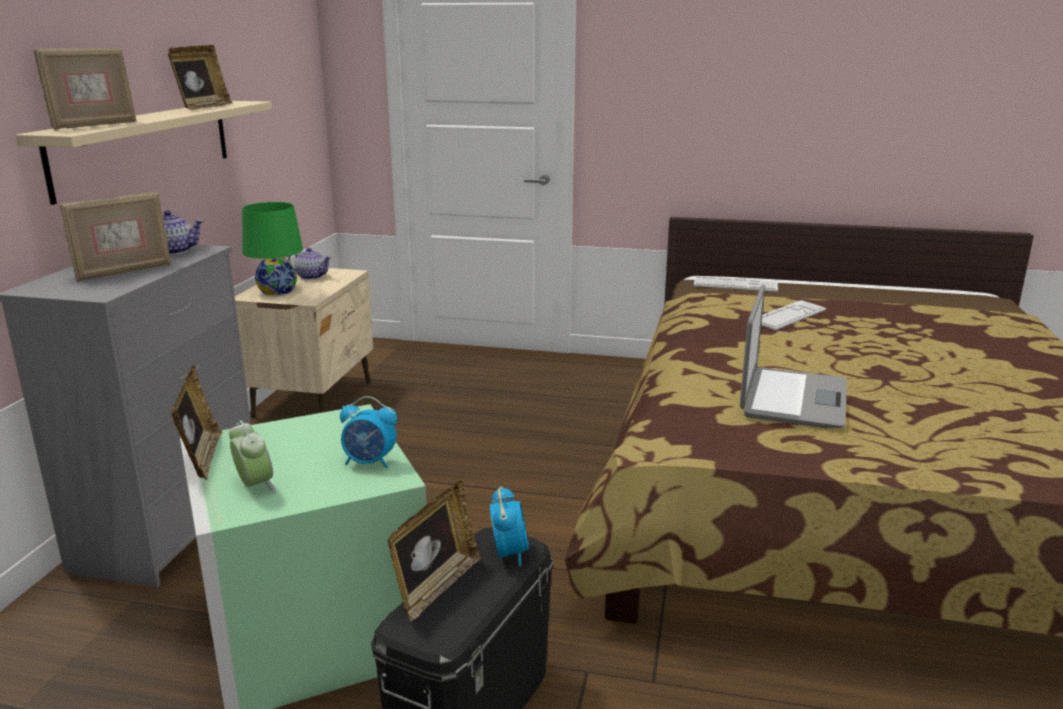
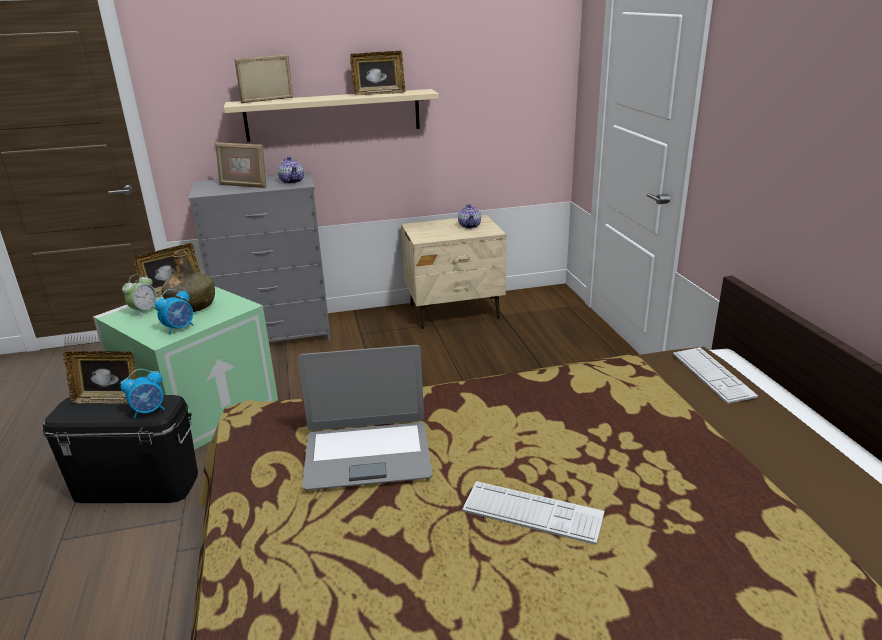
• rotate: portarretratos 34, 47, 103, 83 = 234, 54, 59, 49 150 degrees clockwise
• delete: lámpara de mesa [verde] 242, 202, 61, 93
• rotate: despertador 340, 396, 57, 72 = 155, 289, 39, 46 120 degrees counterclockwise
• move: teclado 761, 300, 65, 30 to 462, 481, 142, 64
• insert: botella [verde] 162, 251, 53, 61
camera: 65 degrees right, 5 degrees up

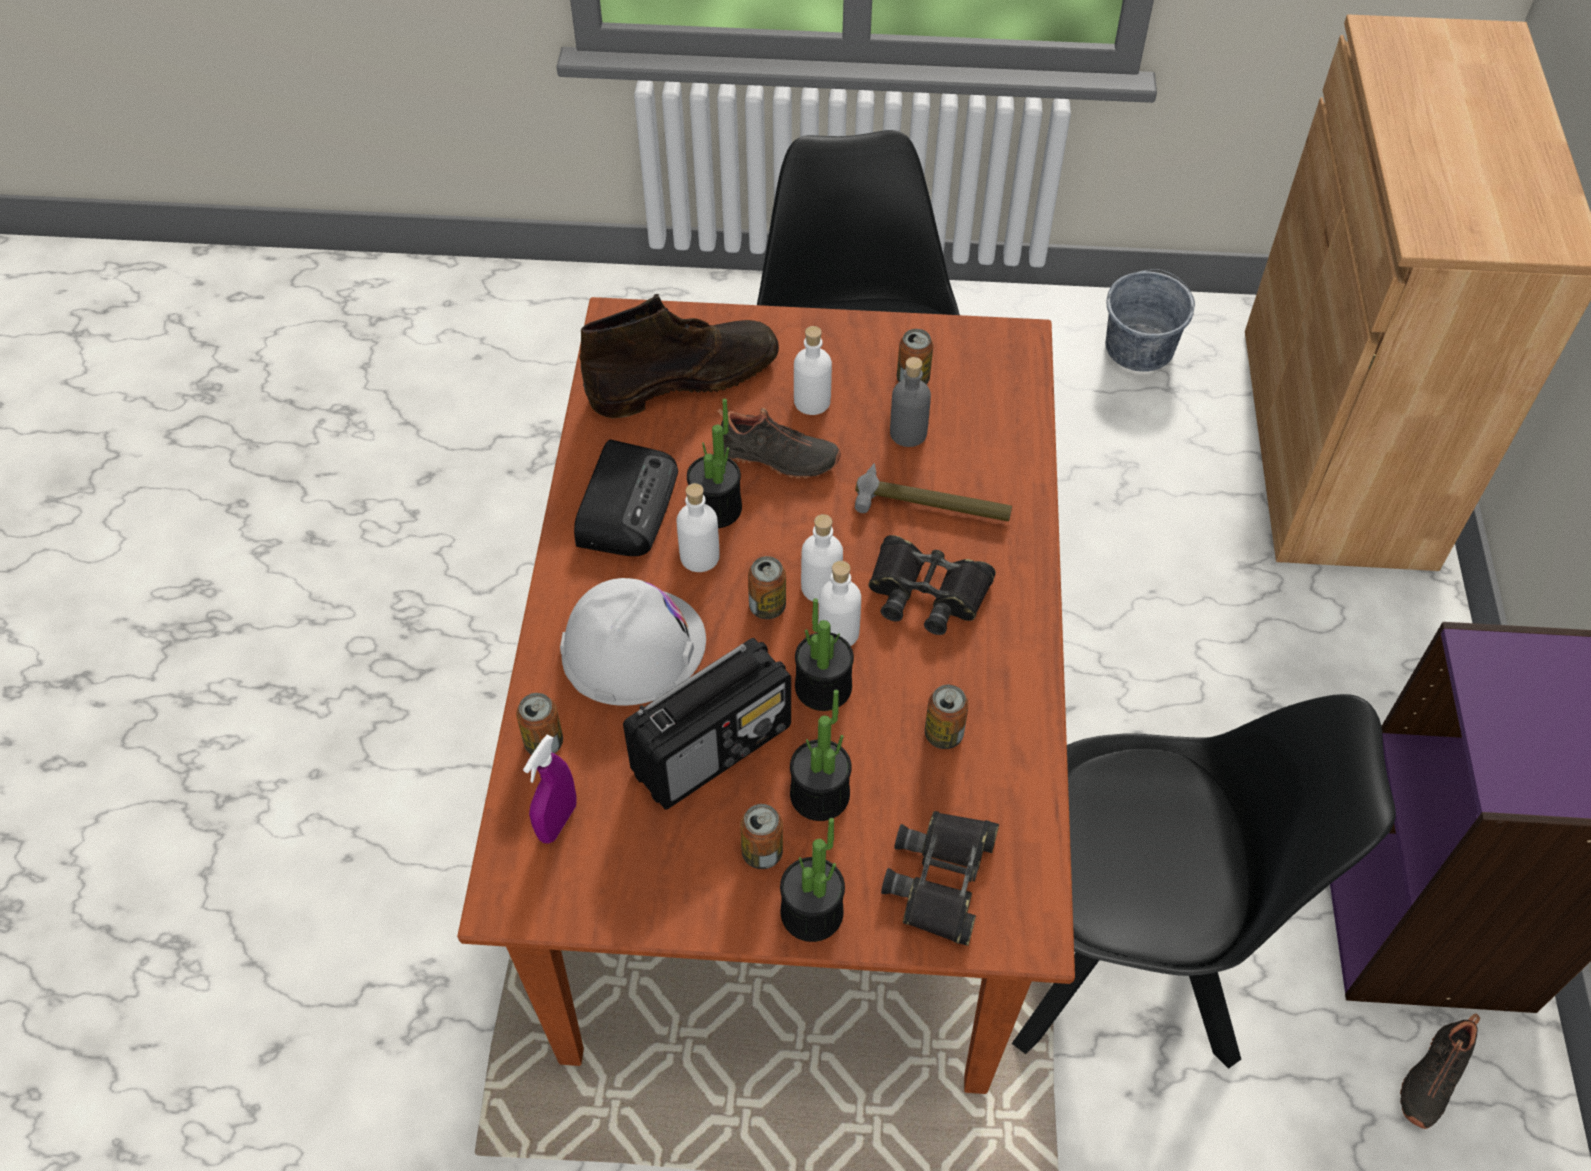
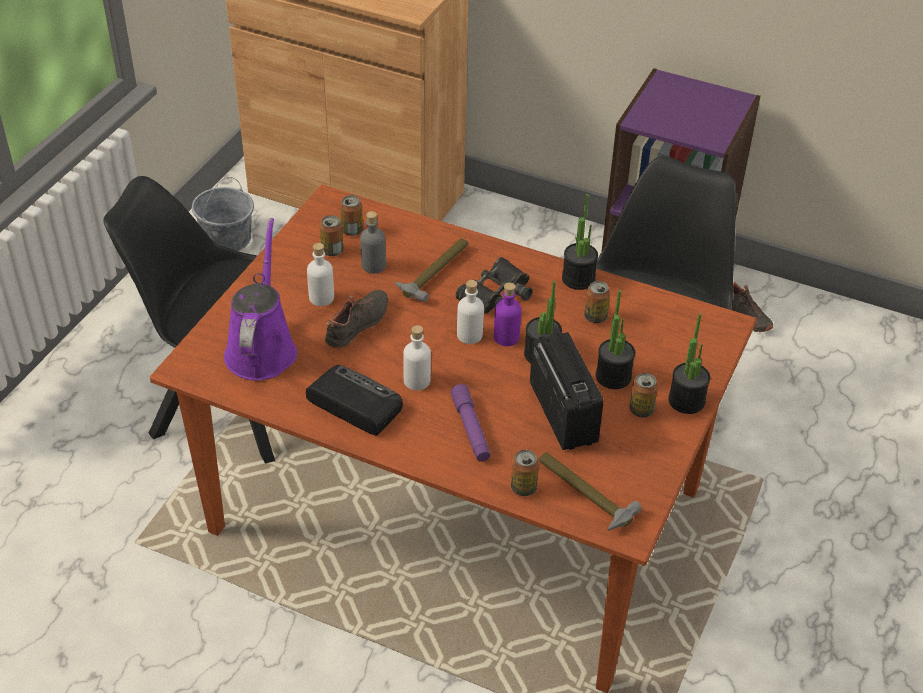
• replace: pulverizador [morado] 523, 735, 53, 108 to martillo 539, 452, 103, 79
• replace: casco [blanco] 560, 578, 146, 128 to linterna [morado] 450, 384, 41, 78
• replace: bota [marrón] 579, 294, 200, 124 to regadera [morado] 224, 218, 73, 163
• move: planta en maceta 687, 398, 55, 130 to 562, 194, 36, 96
• move: lata 748, 556, 38, 63 to 340, 195, 23, 41
• recolor: botella [blanco] 818, 561, 43, 85 to botella [morado] 494, 282, 28, 64
• delete: prismáticos [negro] 881, 811, 118, 135
camera: 70 degrees left, 10 degrees down

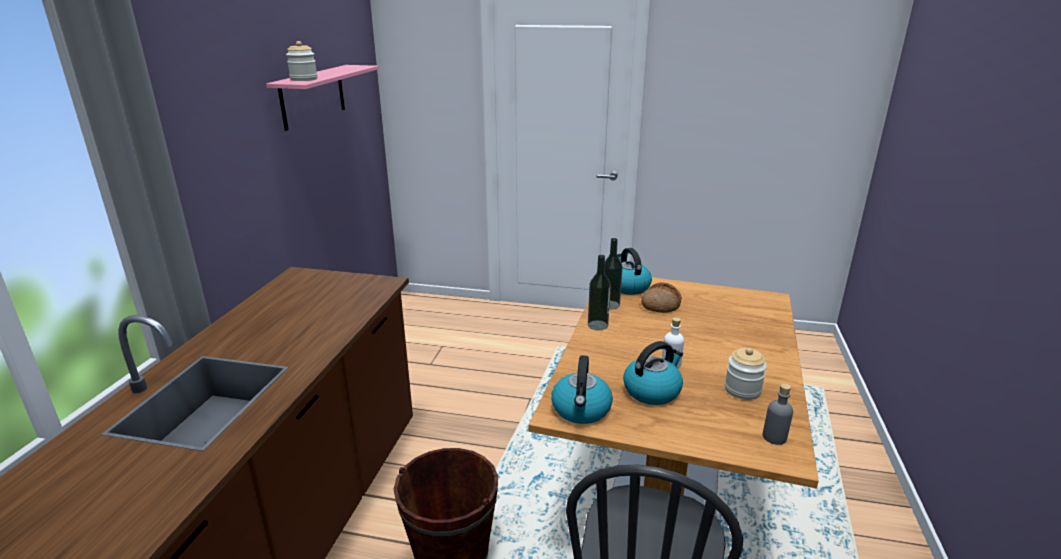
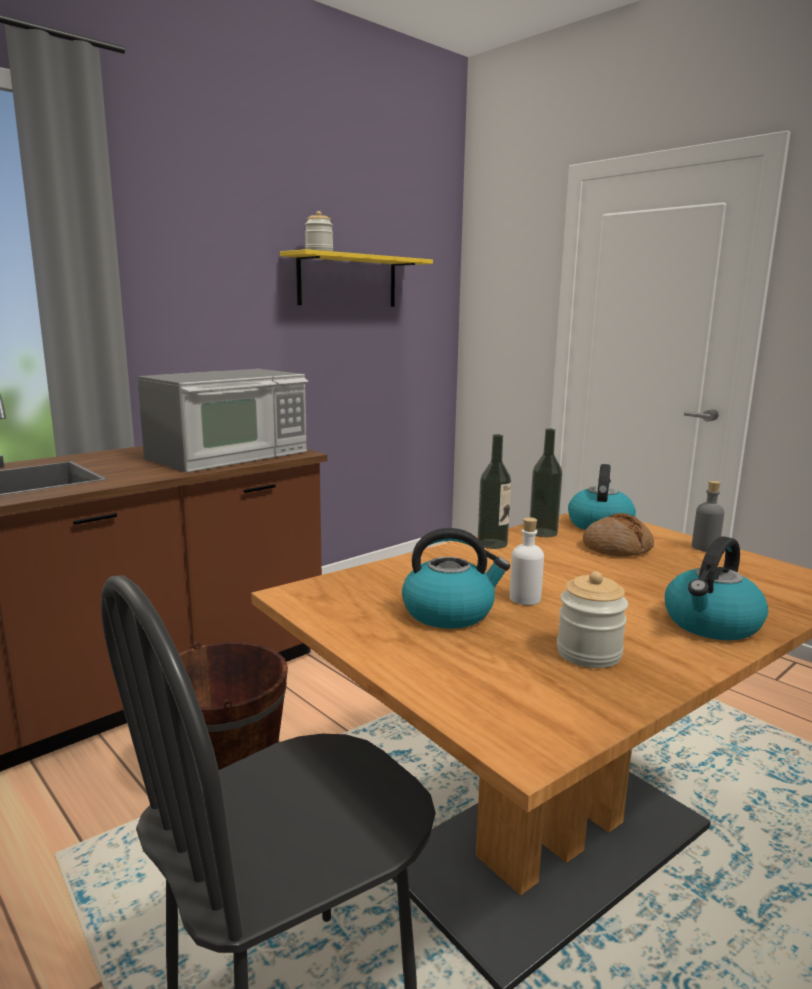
• recolor: estante [rosa] 266, 65, 113, 66 to estante [amarillo] 280, 249, 153, 58
• move: hervidor 551, 355, 62, 69 to 665, 536, 103, 104
• move: botella [gris] 763, 383, 30, 62 to 692, 481, 32, 71
• insert: microondas 137, 369, 171, 104
camera: 35 degrees right, 10 degrees down

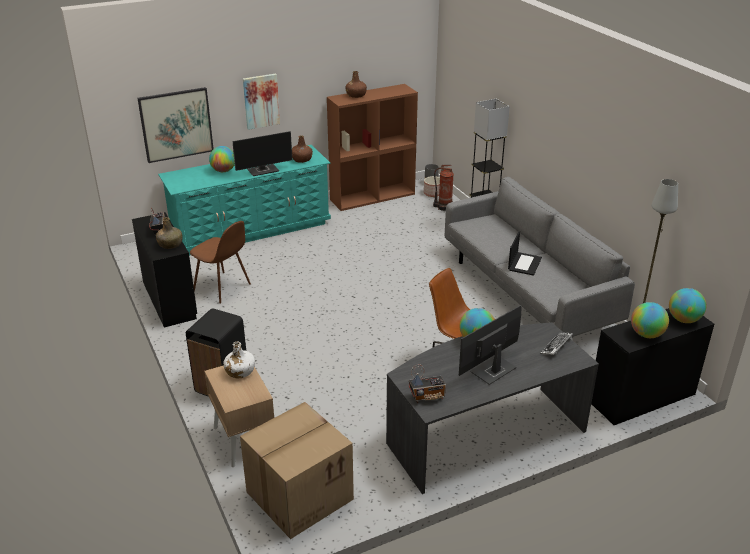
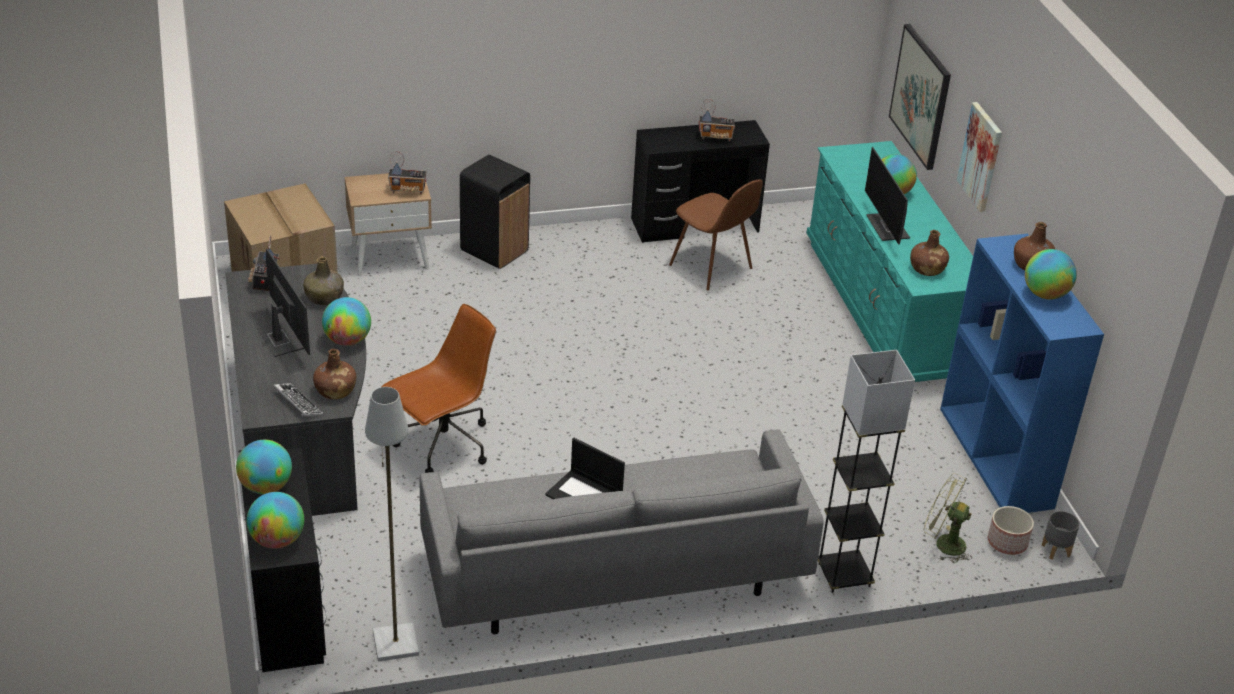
• move: botella [verde] 156, 217, 27, 32 to 303, 256, 41, 49
• rotate: silla [marrón] 190, 221, 61, 83 = 669, 179, 94, 112 90 degrees counterclockwise
• replace: botella [blanco] 223, 341, 32, 37 to radio 388, 151, 38, 44
• recolor: estantería [marrón] 327, 84, 91, 127 to estantería [azul] 940, 234, 164, 279
• replace: extintor 433, 165, 21, 46 to ventilador [verde] 924, 473, 48, 90
• insert: botella [marrón] 313, 349, 43, 51
• insert: globo terráqueo 1025, 249, 52, 51
camera: 100 degrees right, 5 degrees up

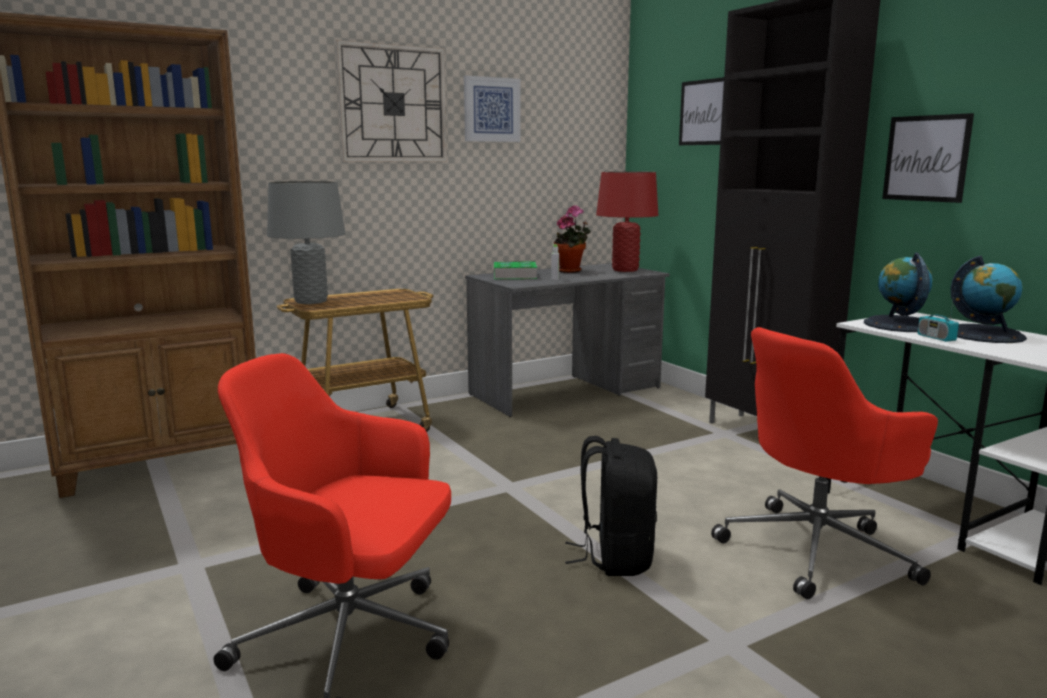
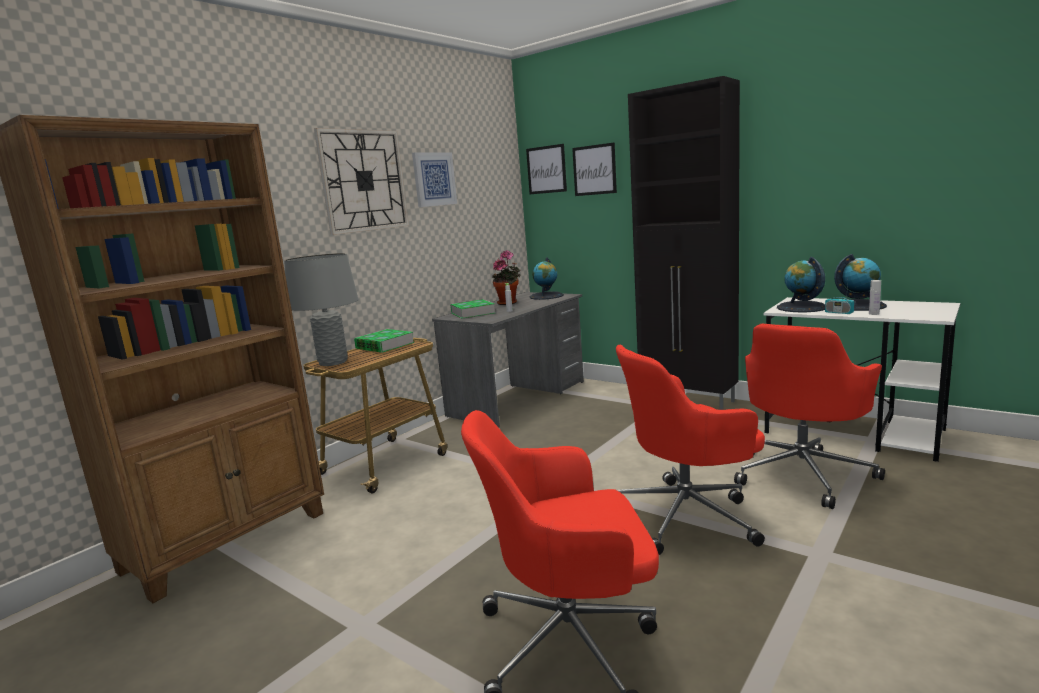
• replace: mochila [negro] 565, 436, 92, 140 to silla de oficina [rojo] 616, 345, 149, 210
• replace: lámpara de mesa [rojo] 596, 171, 62, 101 to globo terráqueo 529, 258, 35, 42
• move: cuadro 882, 113, 92, 90 to 526, 144, 41, 50
• insert: libro 354, 329, 60, 24
• insert: botella [blanco] 869, 280, 12, 35
camera: 20 degrees left, 0 degrees up

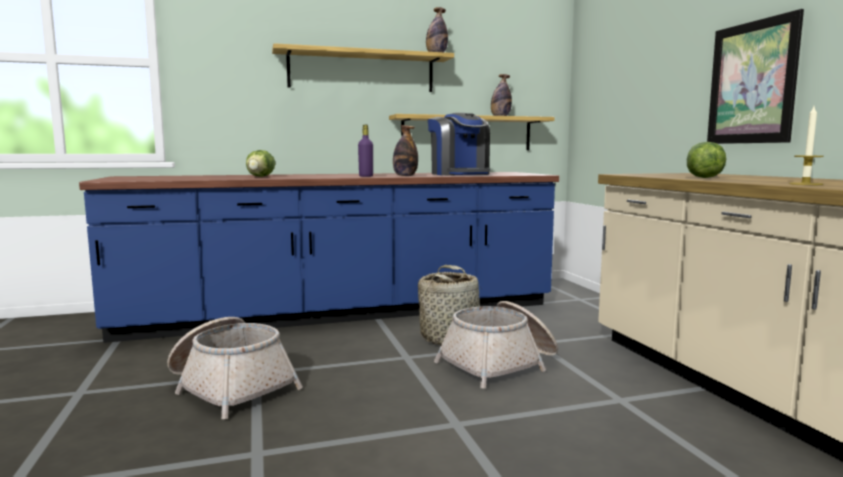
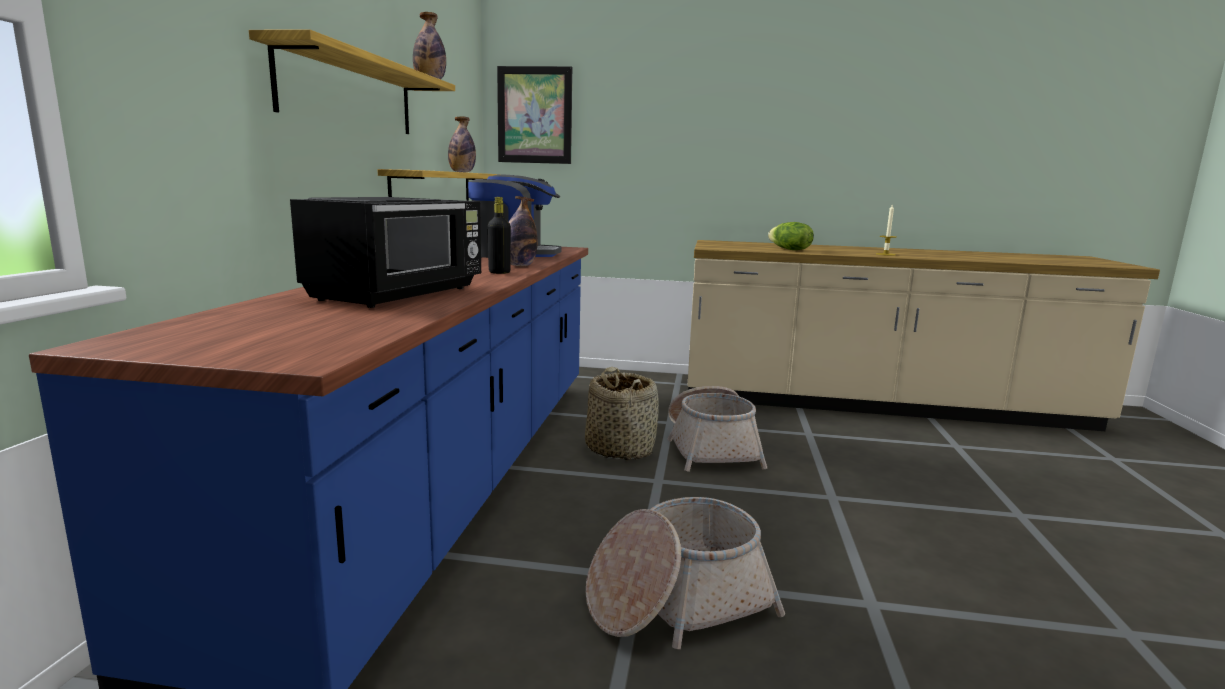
• replace: lechuga 246, 150, 29, 27 to microondas [negro] 290, 197, 191, 111
• recolor: botella [morado] 358, 125, 15, 52 to botella [negro] 487, 197, 24, 77
• move: cuadro 707, 9, 97, 135 to 497, 66, 75, 98
camera: 65 degrees left, 5 degrees up

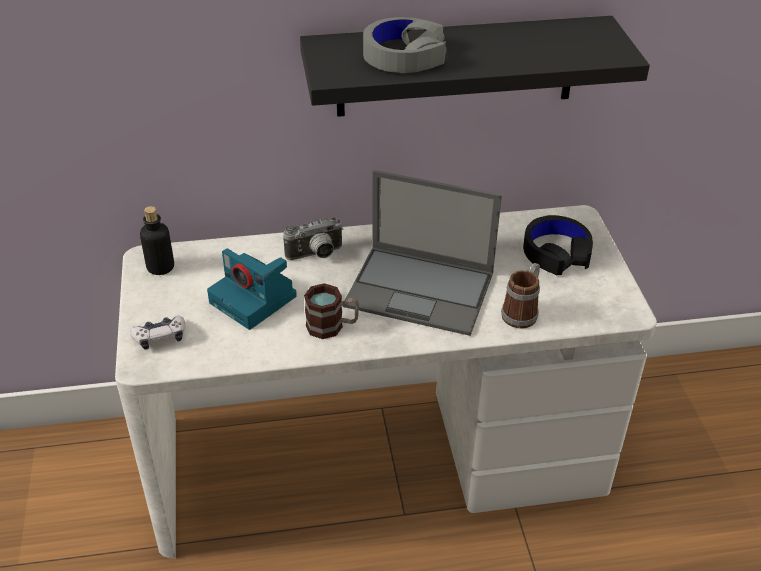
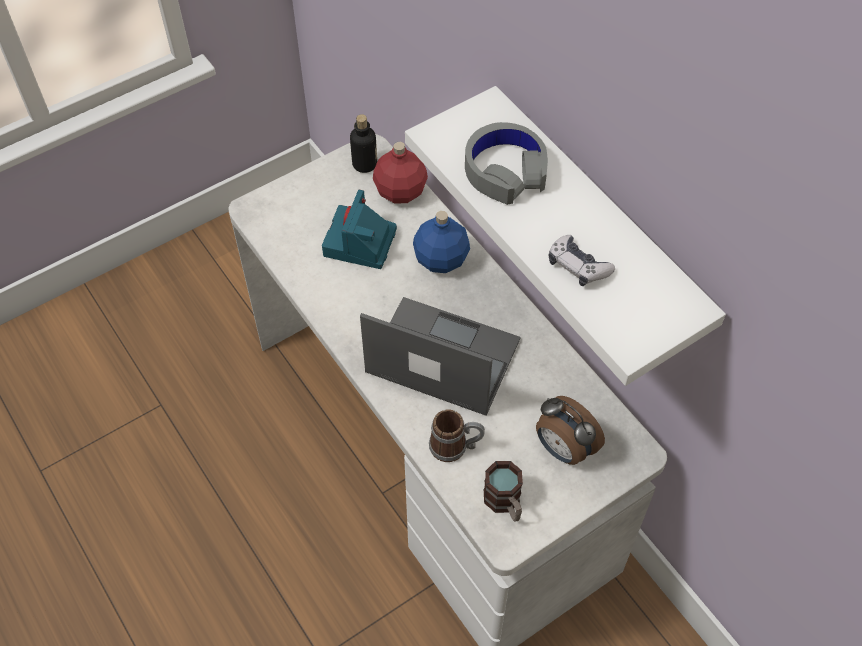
• move: mando de consola 130, 315, 56, 35 to 549, 235, 66, 51
• replace: cámara 283, 217, 60, 43 to botella [azul] 413, 211, 57, 62
• recolor: estante [negro] 300, 16, 350, 101 to estante [blanco] 405, 86, 321, 300
• move: taza grande 304, 283, 55, 56 to 484, 461, 39, 60
• rotate: portátil 343, 170, 159, 166 = 360, 297, 161, 119 120 degrees clockwise
• replace: auriculares [negro] 523, 215, 70, 60 to despertador 536, 396, 69, 69
• insert: botella [rojo] 373, 142, 55, 62
camera: 65 degrees right, 15 degrees up

